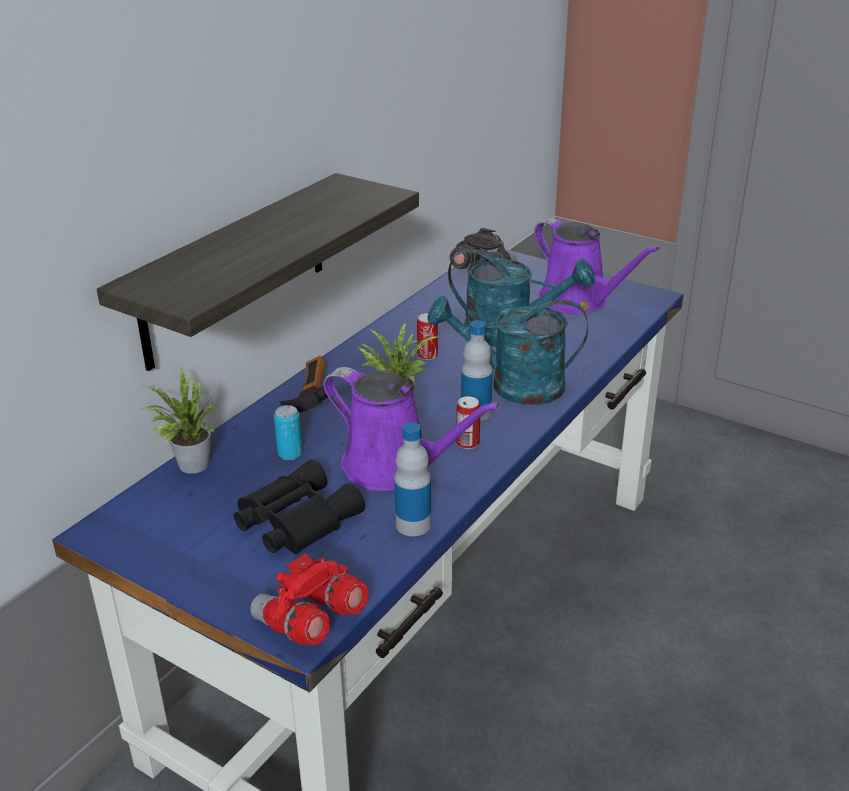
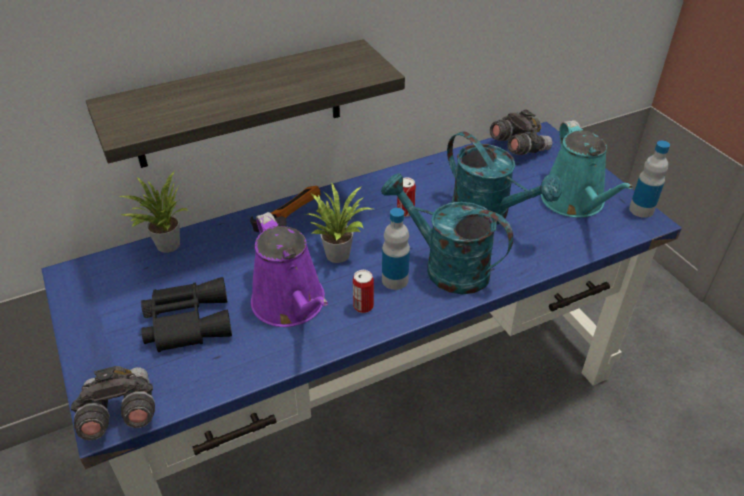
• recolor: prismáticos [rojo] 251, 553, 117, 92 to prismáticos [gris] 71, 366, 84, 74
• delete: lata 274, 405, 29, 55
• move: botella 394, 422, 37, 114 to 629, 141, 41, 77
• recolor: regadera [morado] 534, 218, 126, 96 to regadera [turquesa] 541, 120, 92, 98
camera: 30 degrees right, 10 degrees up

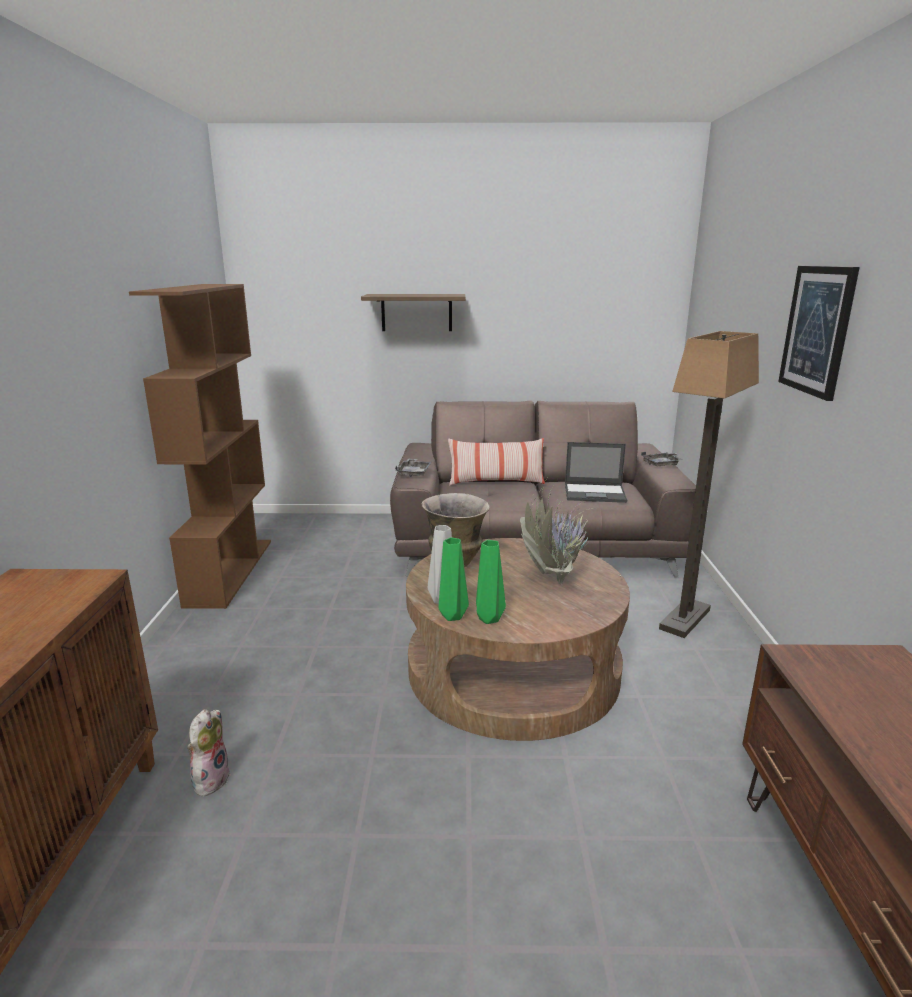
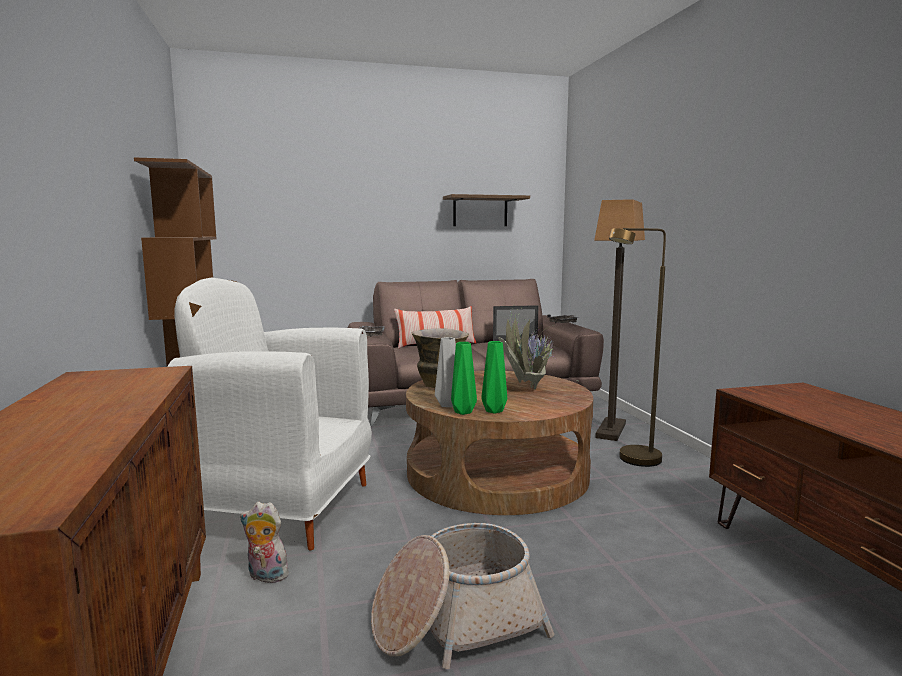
• rotate: peluche 187, 709, 44, 88 = 240, 502, 51, 81 75 degrees counterclockwise
• move: estante 361, 294, 105, 37 to 443, 194, 87, 32
• delete: cuadro 778, 266, 82, 135
• insert: sillón [blanco] 167, 277, 205, 273
• insert: cesta 371, 523, 184, 146
• insert: lámpara de pie [marrón] 609, 228, 57, 239
camera: 15 degrees left, 10 degrees down

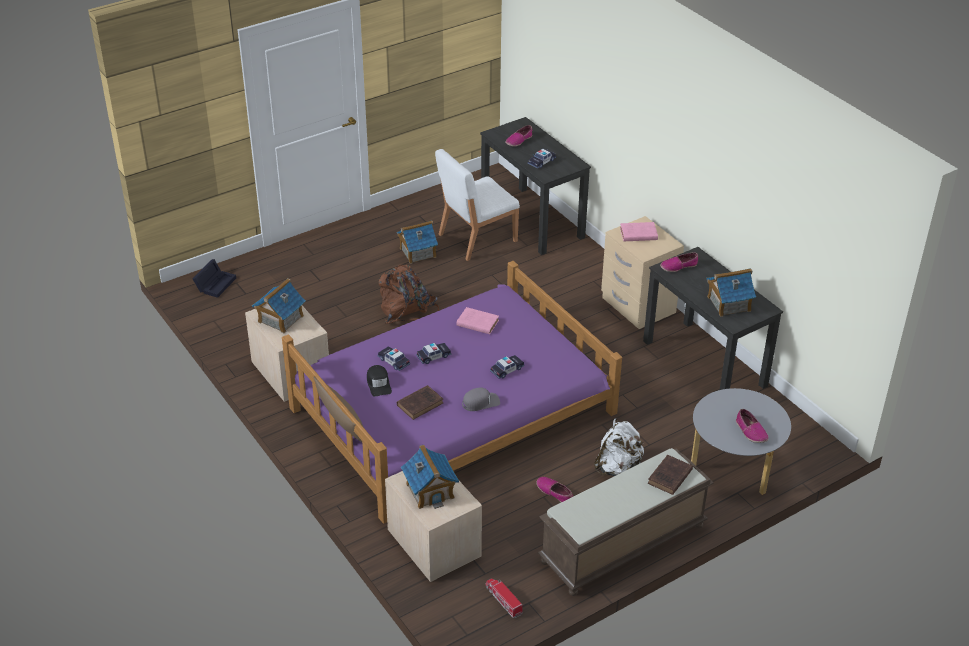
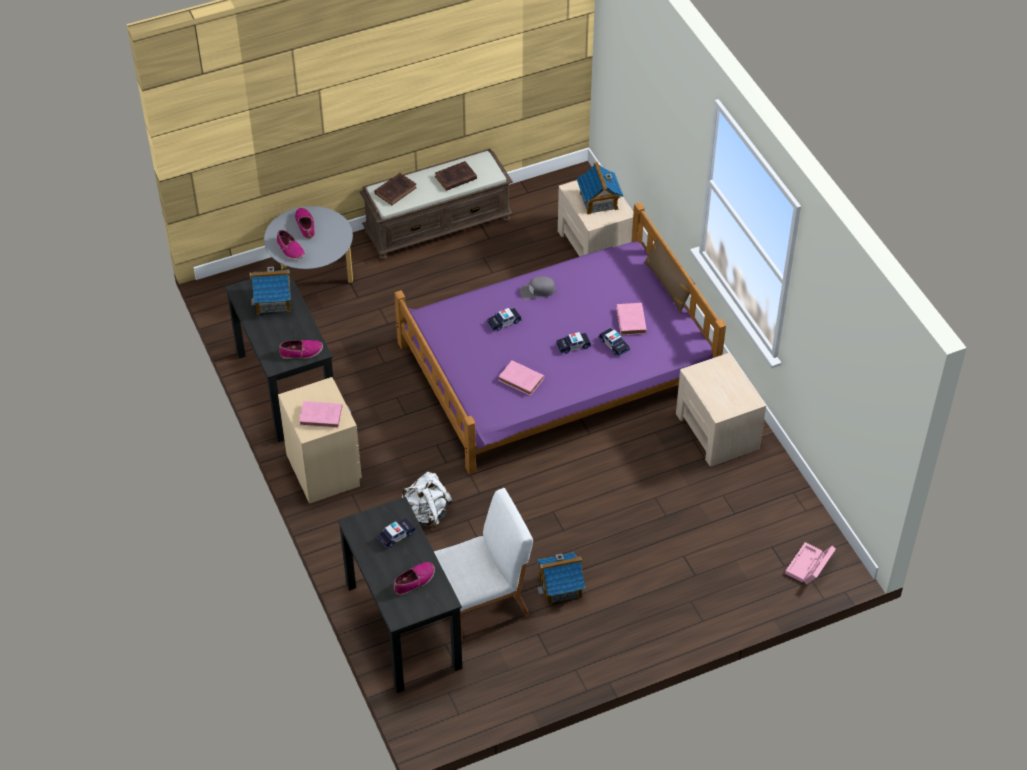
• recolor: caja de almacenaje [negro] 193, 259, 43, 39 to caja de almacenaje [rosa] 785, 542, 51, 42
• delete: casita 252, 278, 54, 55
• replace: gorra [negro] 367, 365, 25, 31 to libro [rosa] 616, 303, 31, 32
• delete: mochila [marrón] 379, 265, 60, 59
• move: libro [marrón] 397, 385, 46, 35 to 435, 161, 42, 30
• delete: camión de juguete 485, 579, 38, 39
• move: zapato 536, 477, 37, 25 to 277, 230, 28, 30
• move: mochila [blanco] 594, 419, 50, 57 to 401, 472, 52, 57
camera: 170 degrees left, 10 degrees up

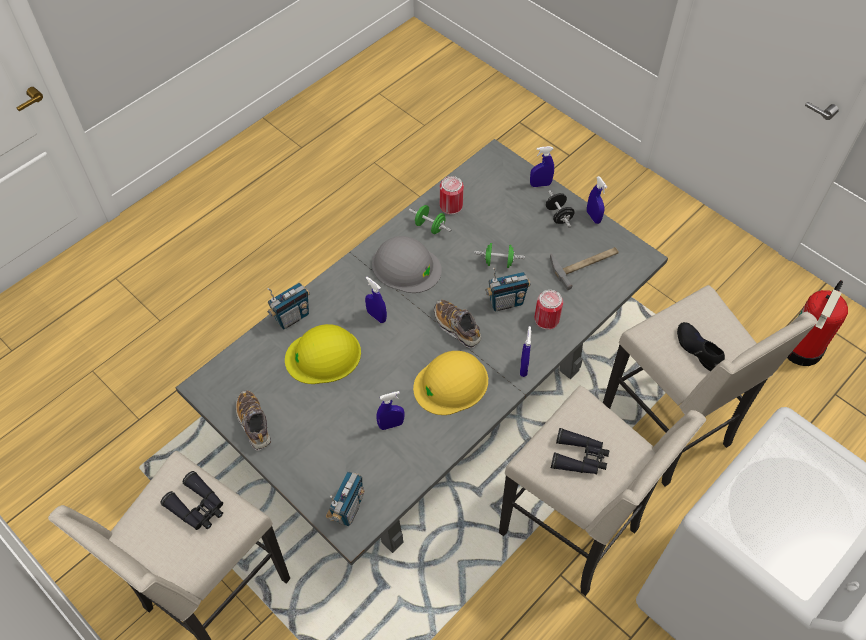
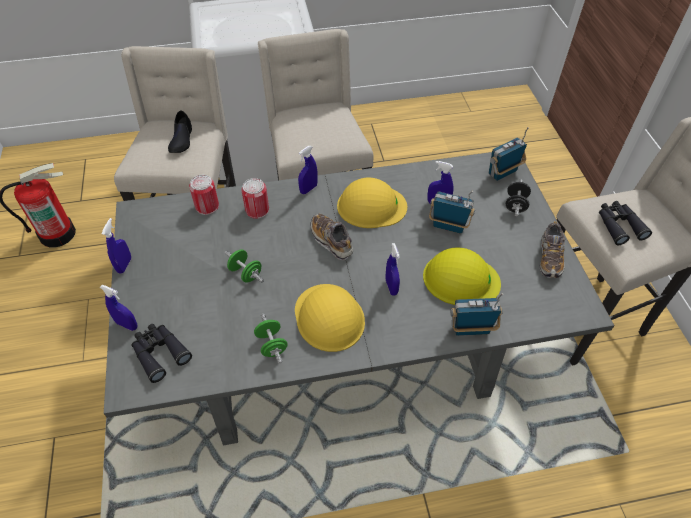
• recolor: casco [gris] 372, 236, 70, 57 to casco [amarillo] 295, 284, 70, 68
• rotate: zapato 434, 300, 47, 48 = 310, 214, 43, 46 150 degrees clockwise
• move: lata 440, 176, 24, 39 to 189, 175, 30, 40
• move: radio 485, 268, 46, 43 to 429, 191, 46, 43
• move: mancuerna [negro] 546, 190, 29, 38 to 505, 179, 26, 37
• delete: martillo 550, 247, 69, 43
• move: prismáticos [negro] 551, 428, 59, 47 to 131, 324, 61, 59
camera: 145 degrees left, 5 degrees down

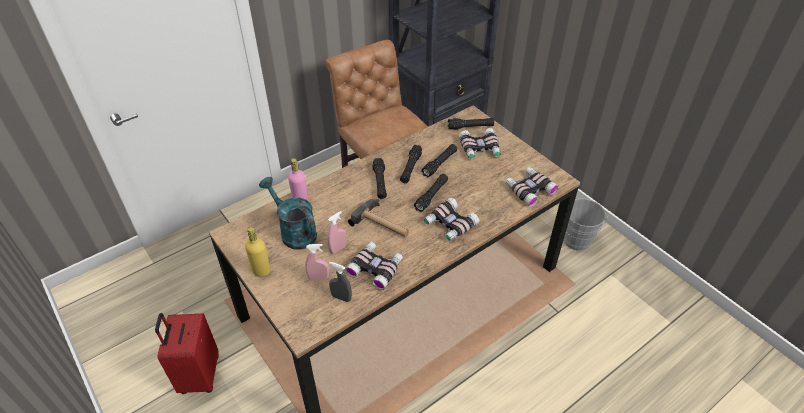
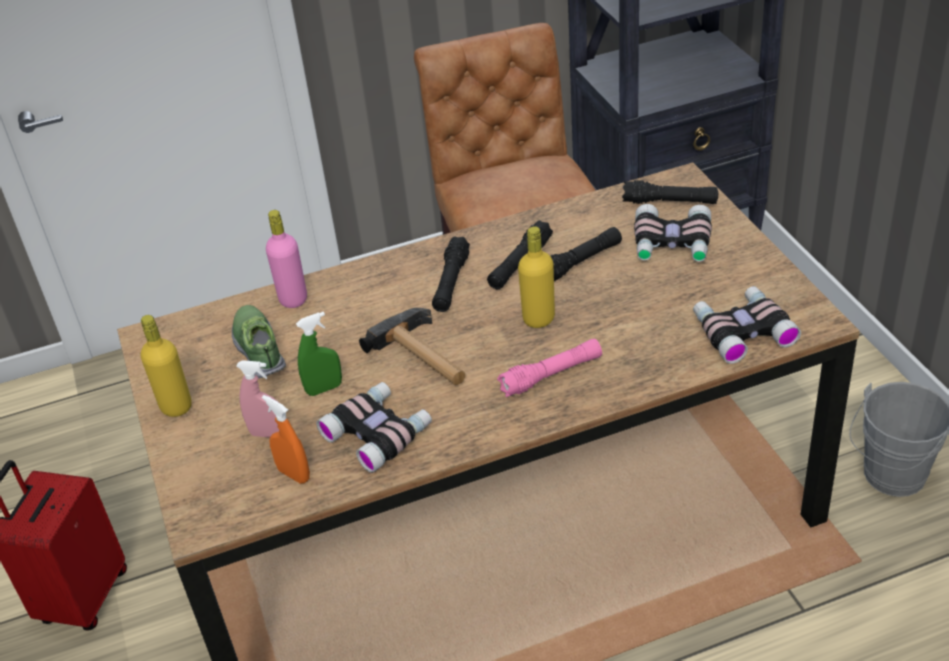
• replace: regadera [turquesa] 259, 177, 58, 73 to zapato 232, 305, 54, 74
• recolor: pulverizador [rosa] 327, 211, 20, 43 to pulverizador [verde] 296, 312, 46, 84
• recolor: pulverizador [gris] 329, 262, 23, 40 to pulverizador [naranja] 262, 395, 48, 89
• replace: linterna [negro] 414, 174, 34, 38 to botella [amarillo] 518, 226, 37, 102
• replace: prismáticos 424, 197, 55, 44 to linterna [rosa] 497, 339, 105, 58
camera: 20 degrees right, 5 degrees down

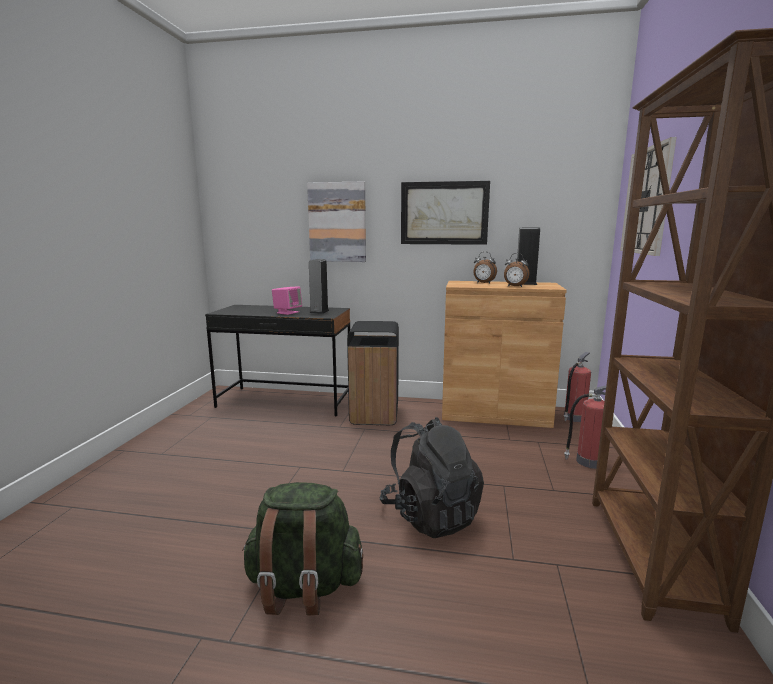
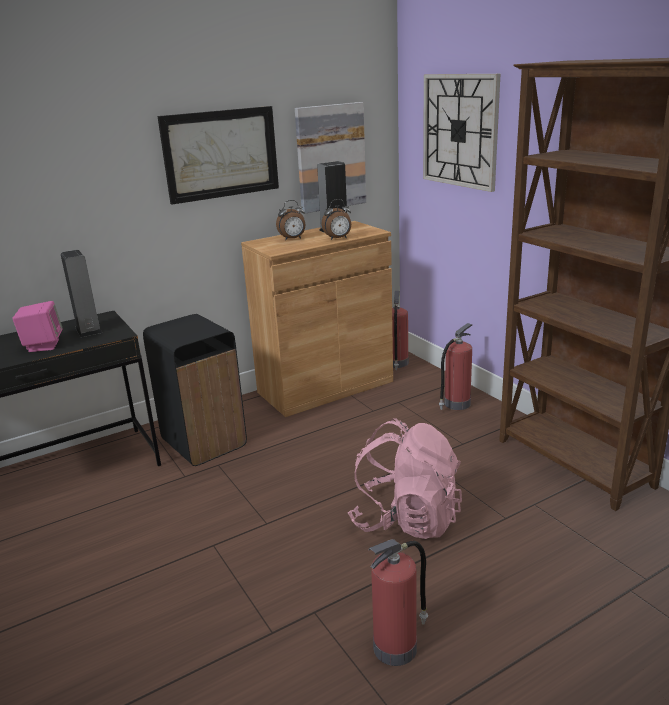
• replace: mochila [verde] 242, 482, 122, 134 to extintor 368, 539, 60, 127
• move: cuadro 307, 182, 59, 80 to 295, 102, 71, 112
• recolor: mochila [negro] 380, 417, 104, 121 to mochila [rosa] 348, 418, 114, 121
camera: 40 degrees left, 10 degrees up

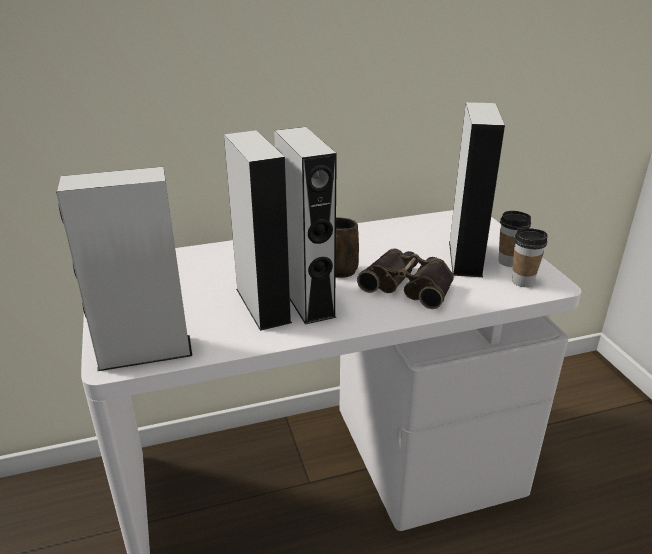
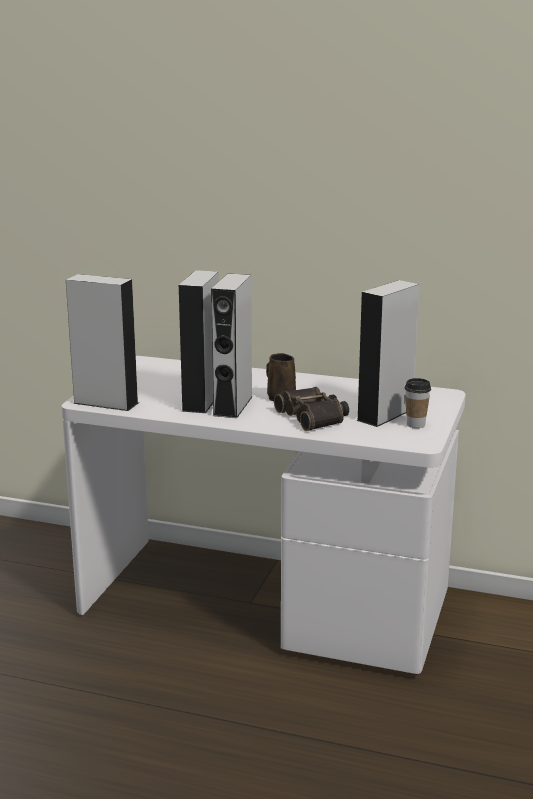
• delete: taza 512, 228, 35, 59
camera: 35 degrees right, 10 degrees down

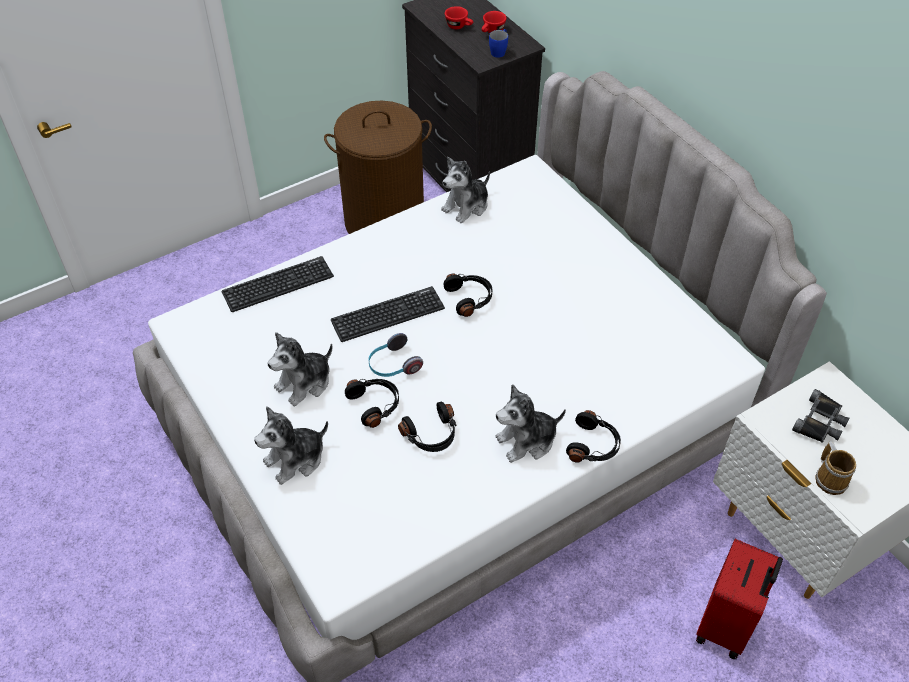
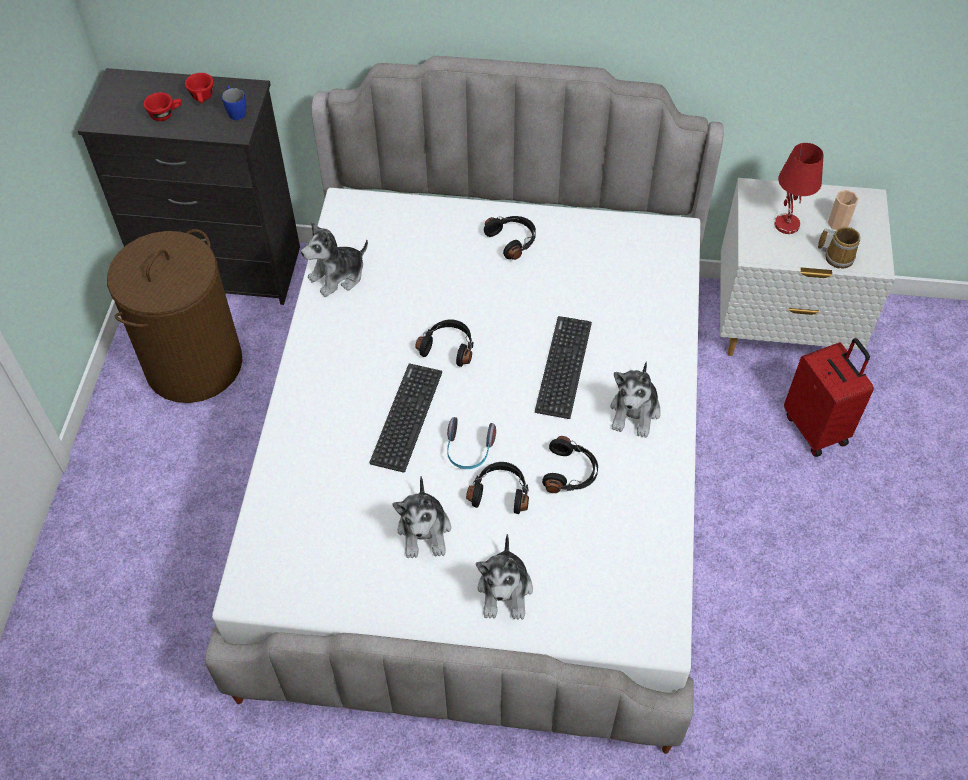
• move: teclado 222, 256, 112, 56 to 535, 316, 57, 103
• rotate: peluche 441, 157, 49, 66 = 301, 222, 67, 75 60 degrees clockwise
• move: auriculares [negro] 566, 410, 55, 53 to 484, 216, 52, 44
• replace: prismáticos [negro] 792, 389, 57, 54 to lámpara de mesa [rojo] 774, 143, 50, 91
• insert: taza 828, 190, 31, 40
camera: 50 degrees left, 5 degrees up

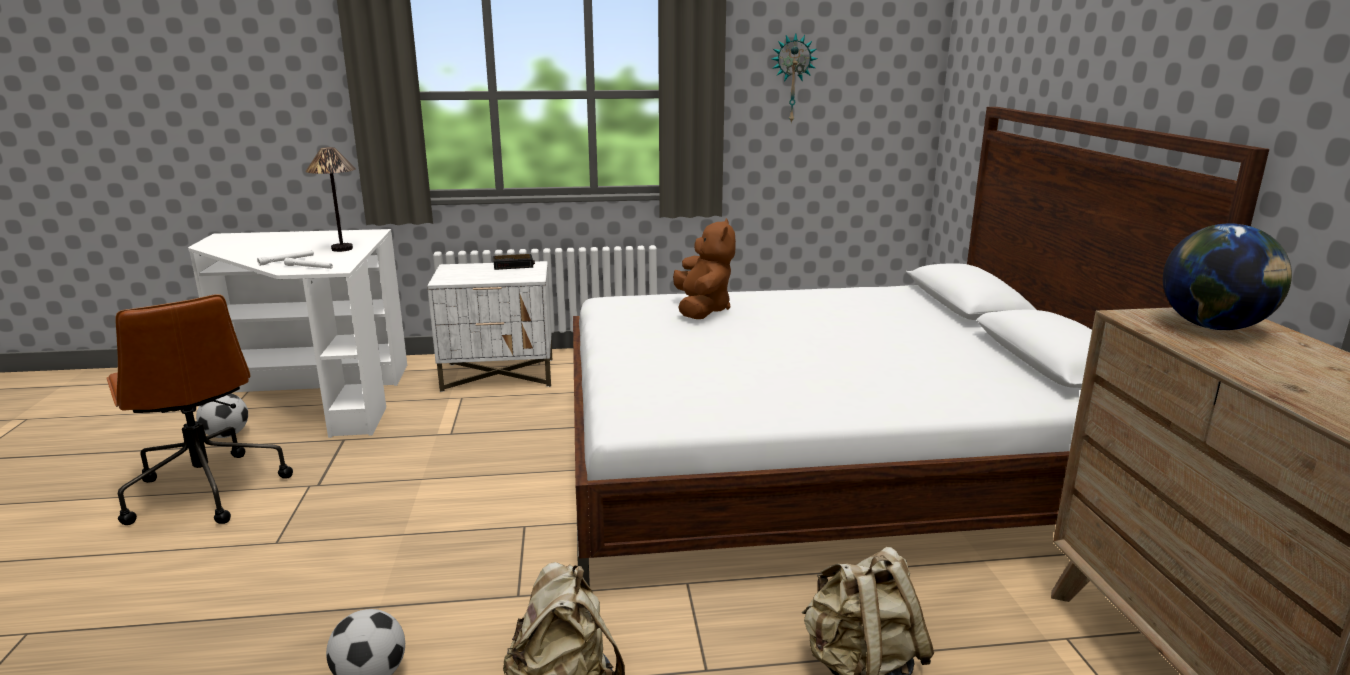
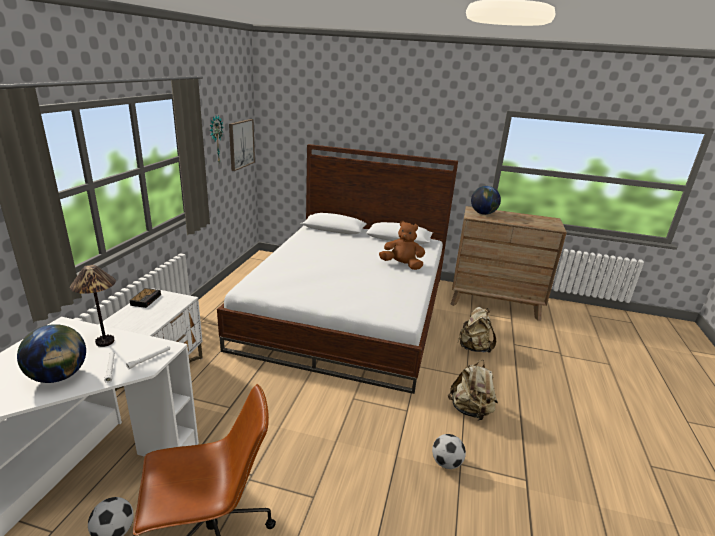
• move: peluche [marrón] 673, 218, 63, 101 to 379, 221, 46, 49
• insert: globo terráqueo 17, 324, 69, 59
• insert: cuadro 229, 119, 26, 52
camera: 70 degrees left, 5 degrees up

